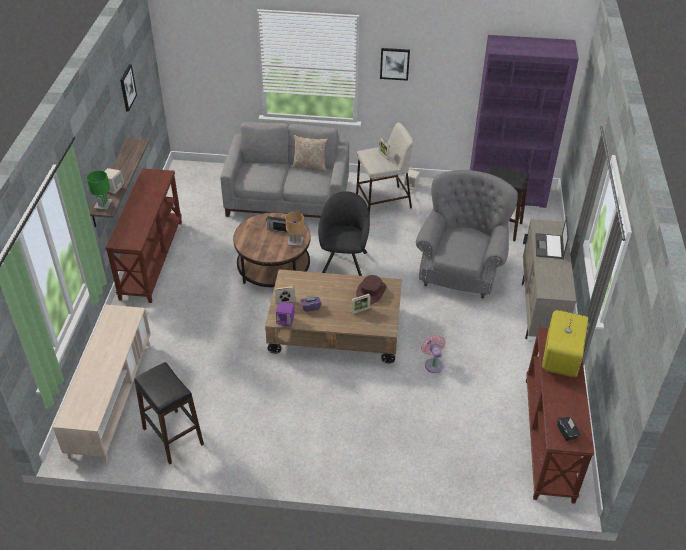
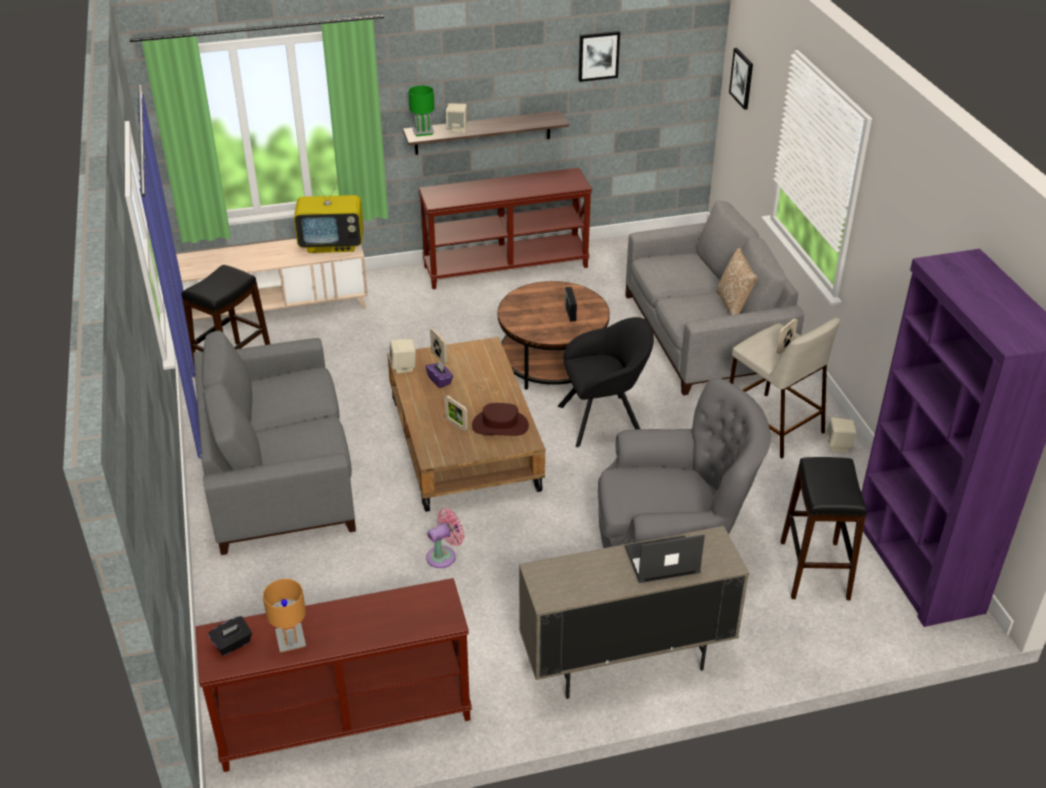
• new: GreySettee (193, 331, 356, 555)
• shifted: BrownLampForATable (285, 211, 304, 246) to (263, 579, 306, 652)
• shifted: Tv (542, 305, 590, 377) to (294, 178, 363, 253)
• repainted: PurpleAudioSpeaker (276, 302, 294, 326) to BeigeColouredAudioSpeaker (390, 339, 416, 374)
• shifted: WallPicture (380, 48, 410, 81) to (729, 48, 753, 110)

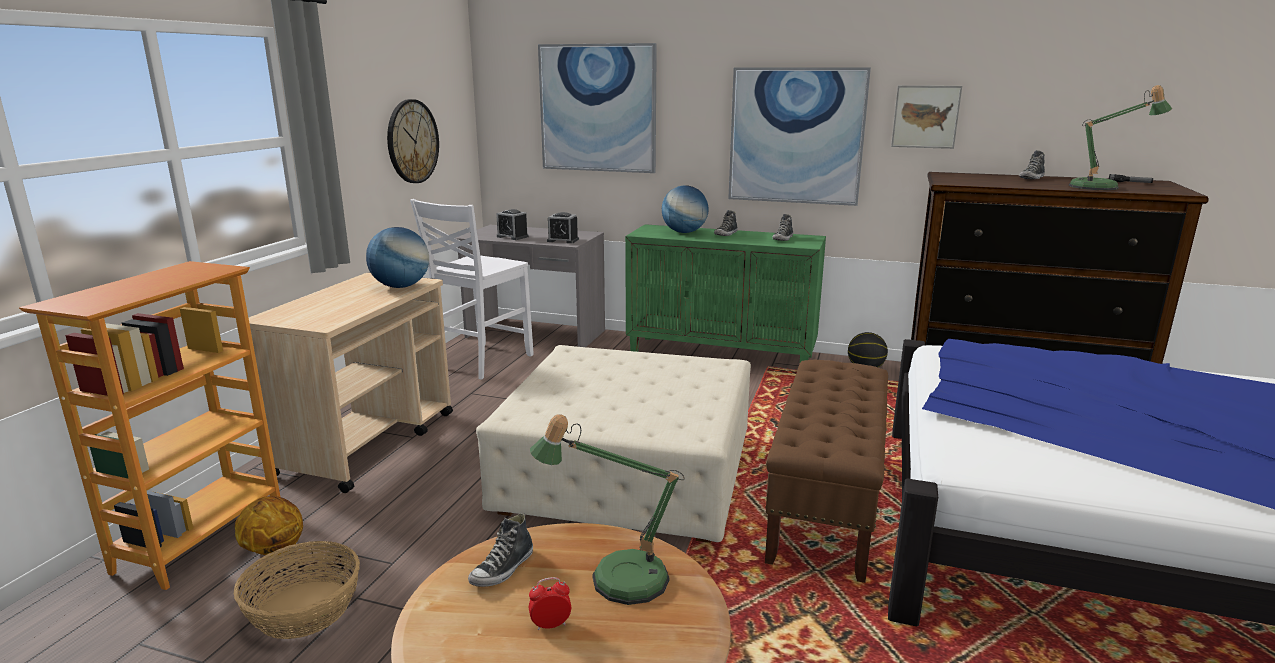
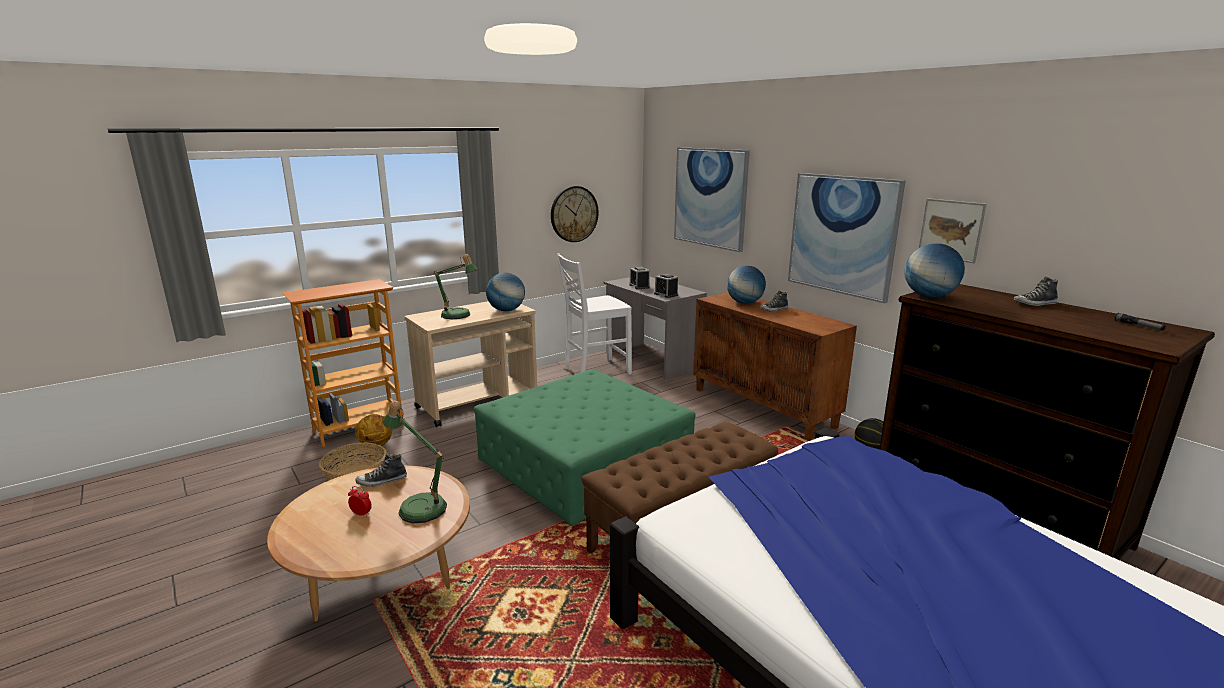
• shifted: LampForATable (1069, 85, 1172, 190) to (434, 254, 478, 319)
• repainted: BeigeColouredPouffe (476, 345, 751, 543) to GreenColouredPouffe (474, 369, 696, 526)
• repainted: GreenColouredCabinet (625, 224, 826, 362) to BrownCabinet (693, 292, 857, 441)
• new: DeskGlobe (904, 243, 965, 298)
• gone: ItemOfFootwear (772, 214, 793, 241)

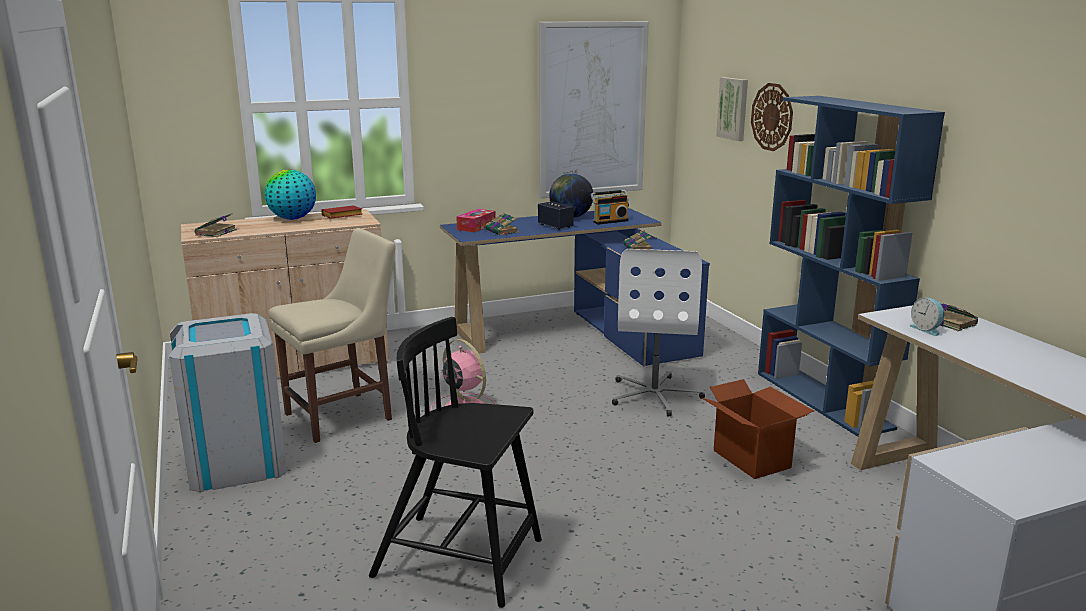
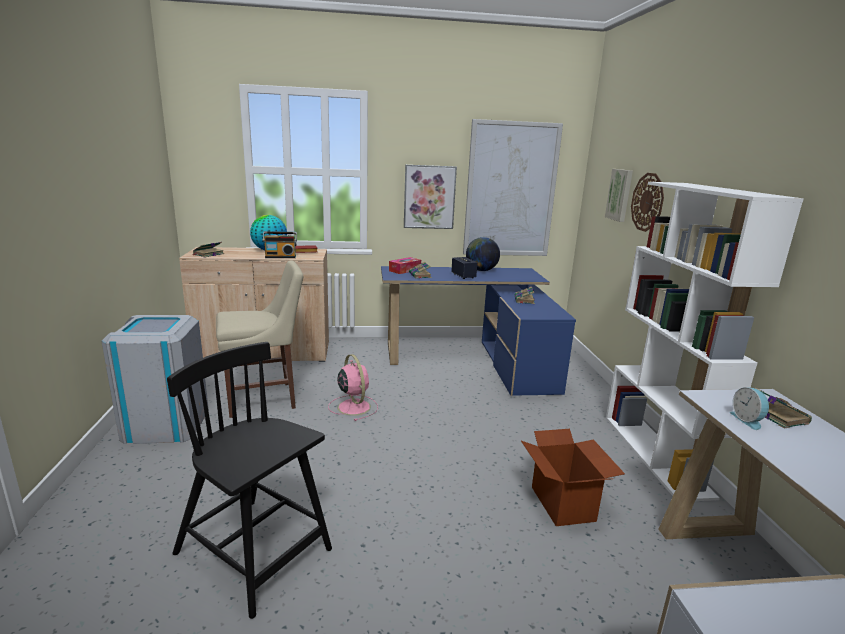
• shifted: RadioReceiver (591, 190, 629, 225) to (263, 231, 297, 258)
• new: WallPicture (404, 165, 457, 229)
• repainted: BluishBookcase (758, 96, 945, 437) to WhitishBookcase (606, 182, 804, 501)
• gone: WhitishOfficeChair (612, 249, 705, 417)

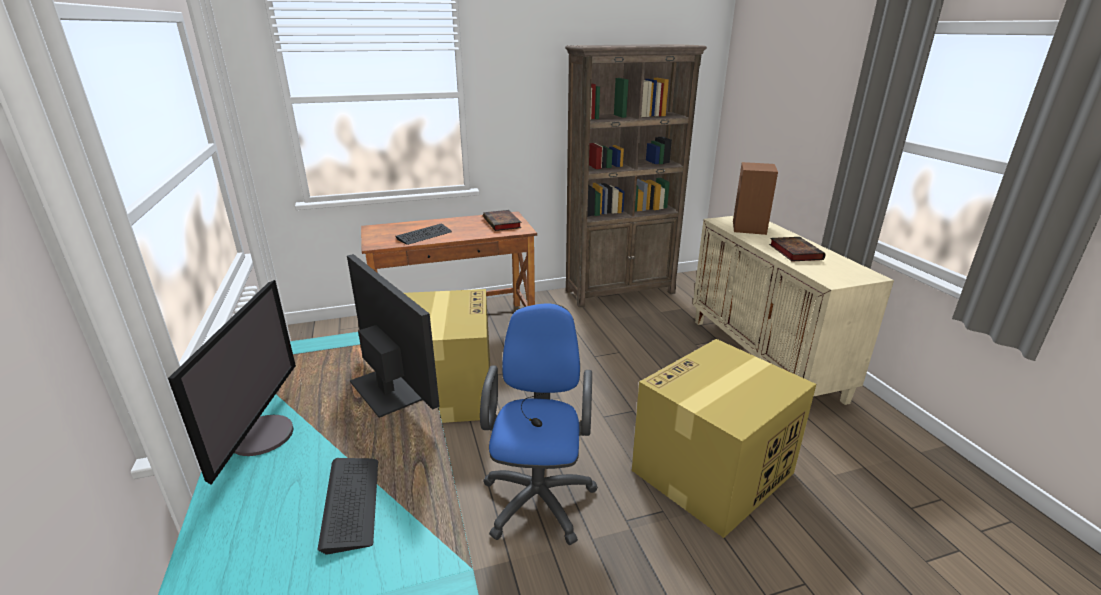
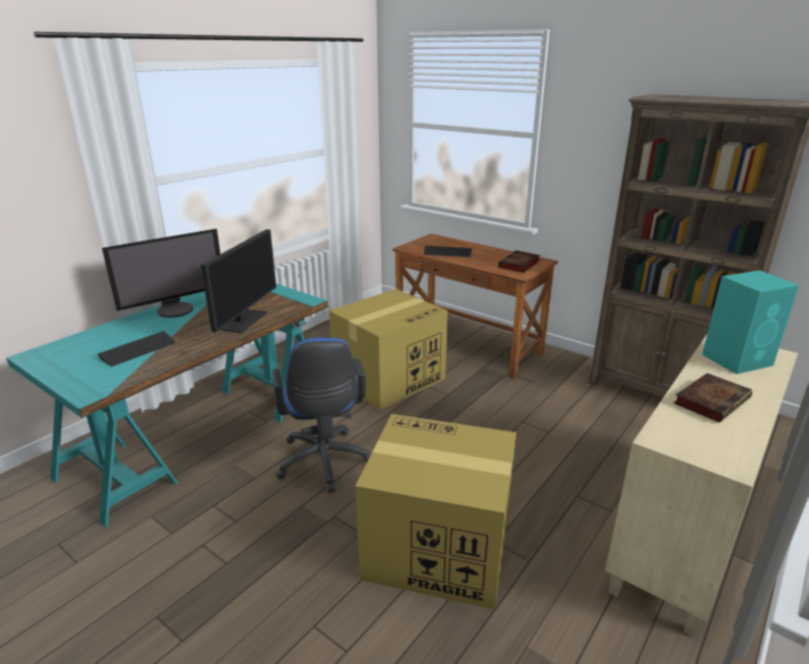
• rotated: BluishOfficeChair (480, 303, 598, 545) = (272, 338, 371, 493) 105 degrees clockwise
• repainted: BrownAudioSpeaker (733, 162, 778, 235) to BlueGreenAudioSpeaker (702, 270, 799, 374)

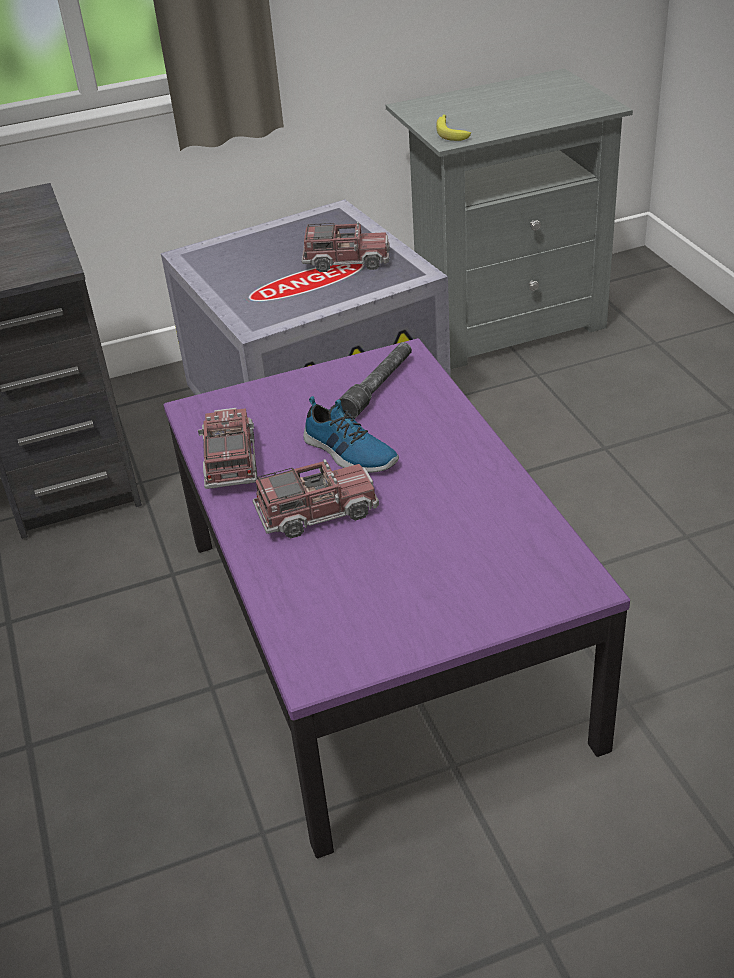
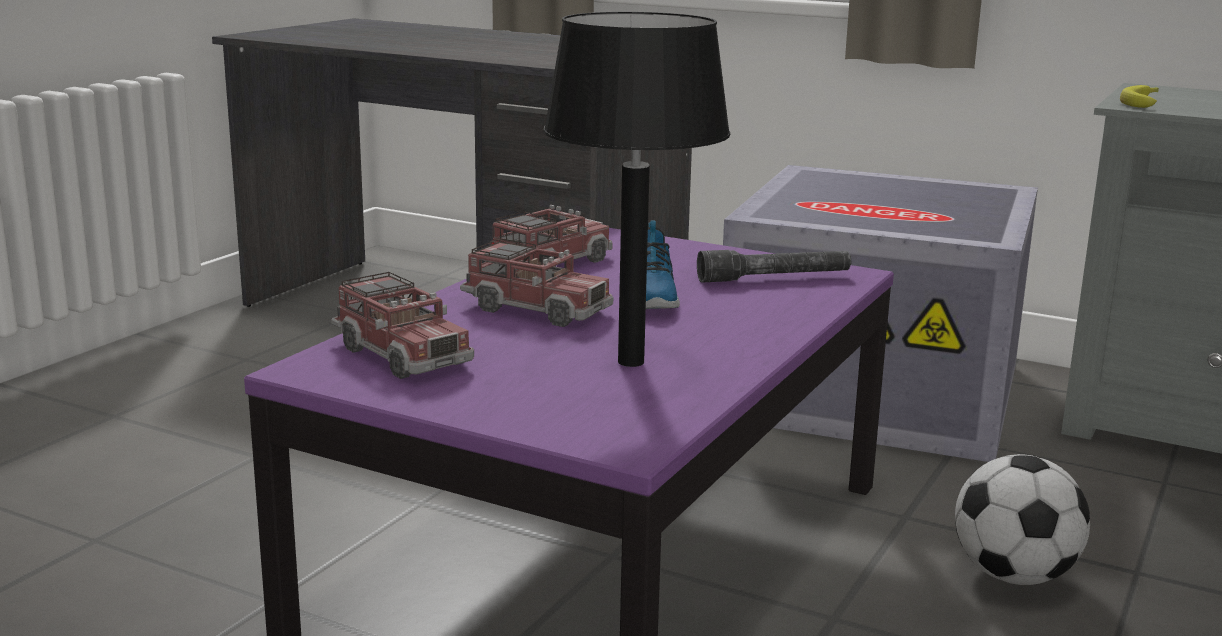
• shifted: ModelTruck (302, 222, 390, 272) to (331, 272, 474, 379)
• new: BlackishLampForATable (543, 12, 730, 367)
• new: FootballBall (955, 454, 1090, 585)

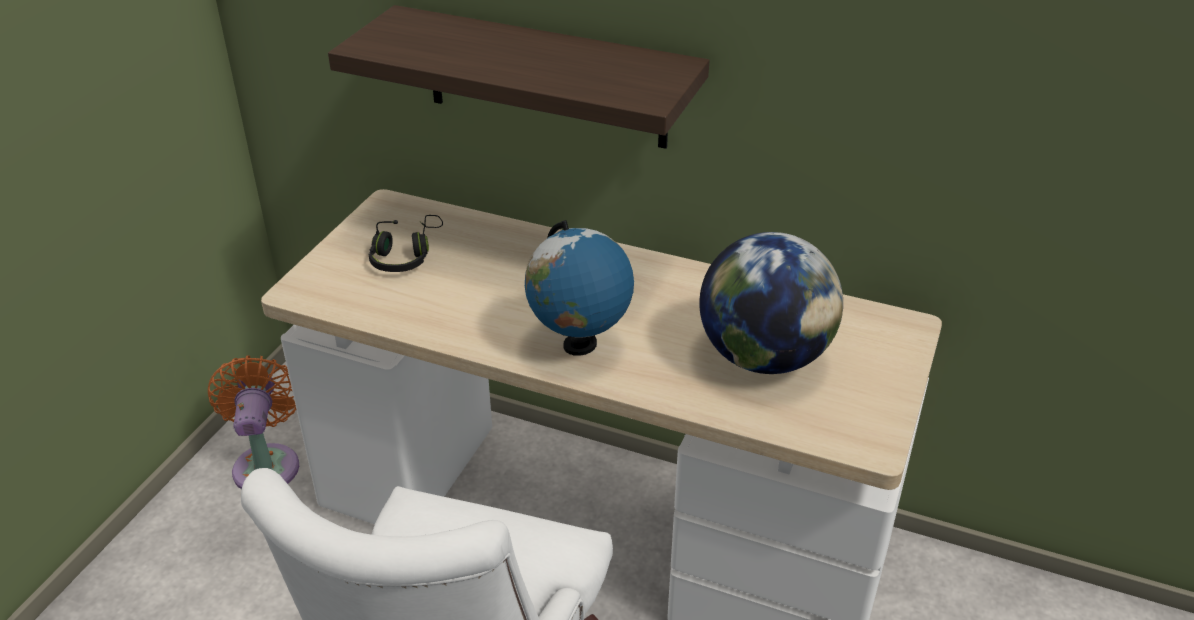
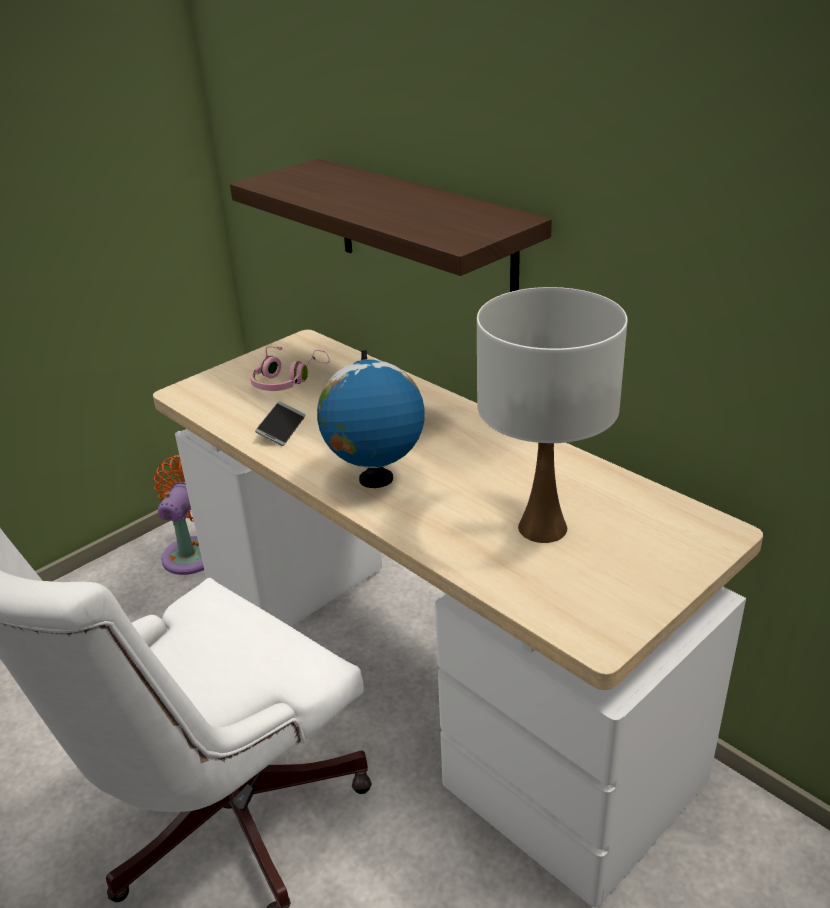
• repainted: BlackishHeadphones (368, 215, 443, 272) to PinkishHeadphones (250, 346, 330, 391)
• new: Telephone (255, 401, 306, 446)
• swapped: DeskGlobe (699, 232, 843, 374) to WhitishLampForATable (477, 287, 628, 543)

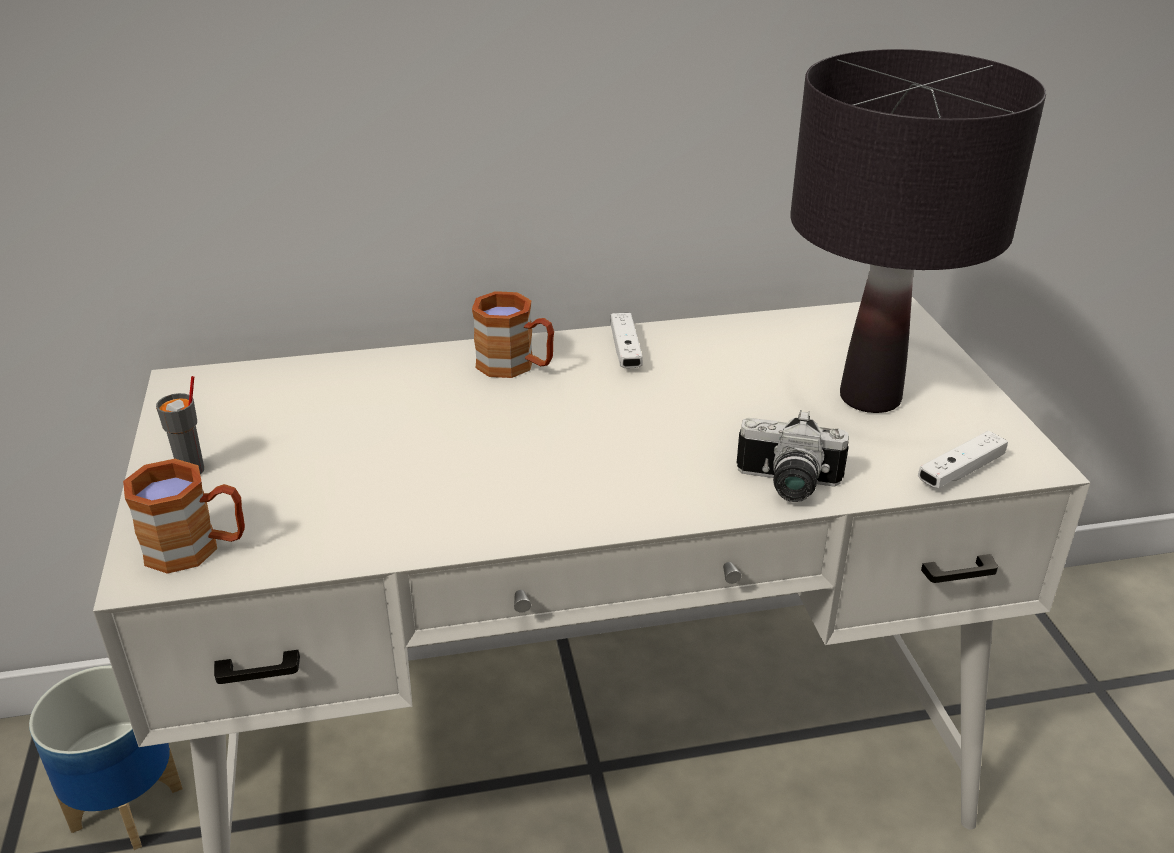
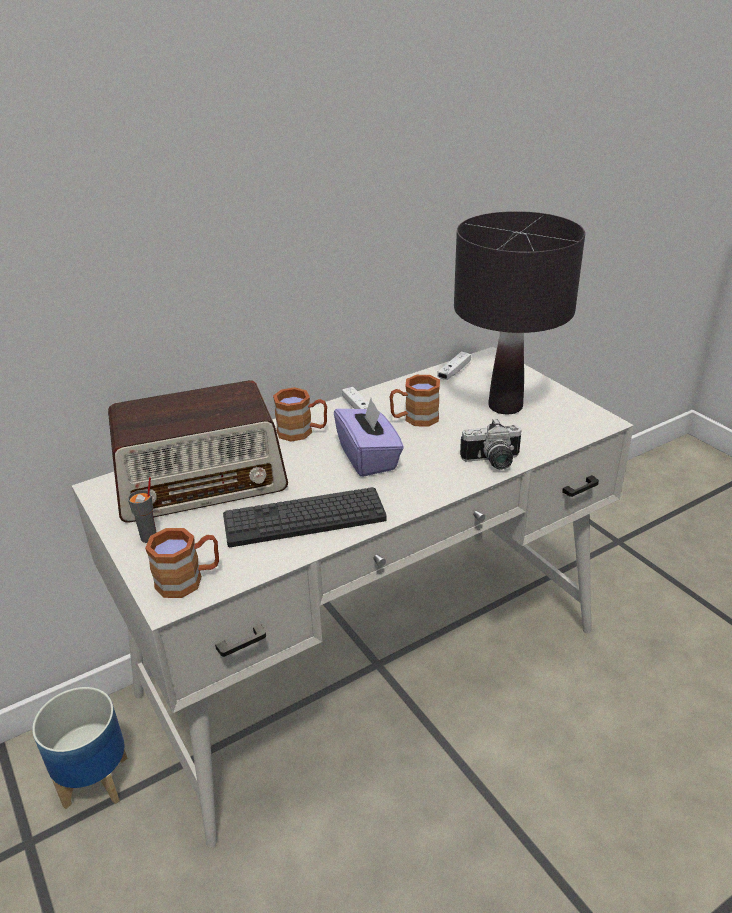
• new: RadioReceiver (108, 380, 288, 522)
• new: PcKeyboard (223, 487, 387, 547)
• new: PurpleTissueHolder (334, 398, 404, 477)
• new: BrownMug (390, 375, 440, 427)
• shifted: WhitishGameController (918, 431, 1008, 488) to (437, 352, 471, 380)

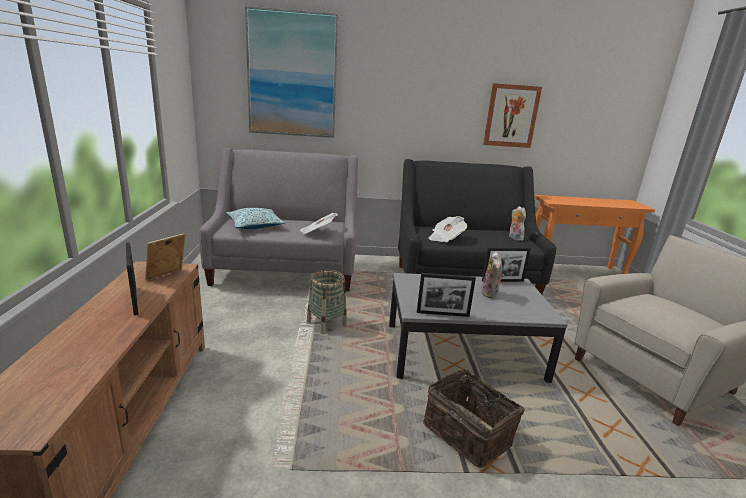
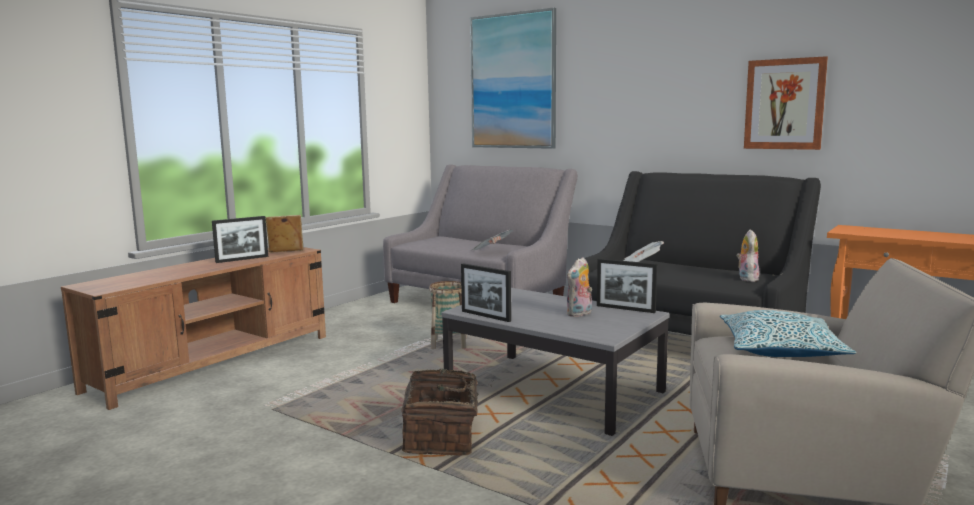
• rotated: StandingFrame (126, 242, 138, 315) = (212, 216, 268, 263) 135 degrees counterclockwise
• shifted: Pillow (226, 208, 286, 229) to (720, 310, 857, 357)

